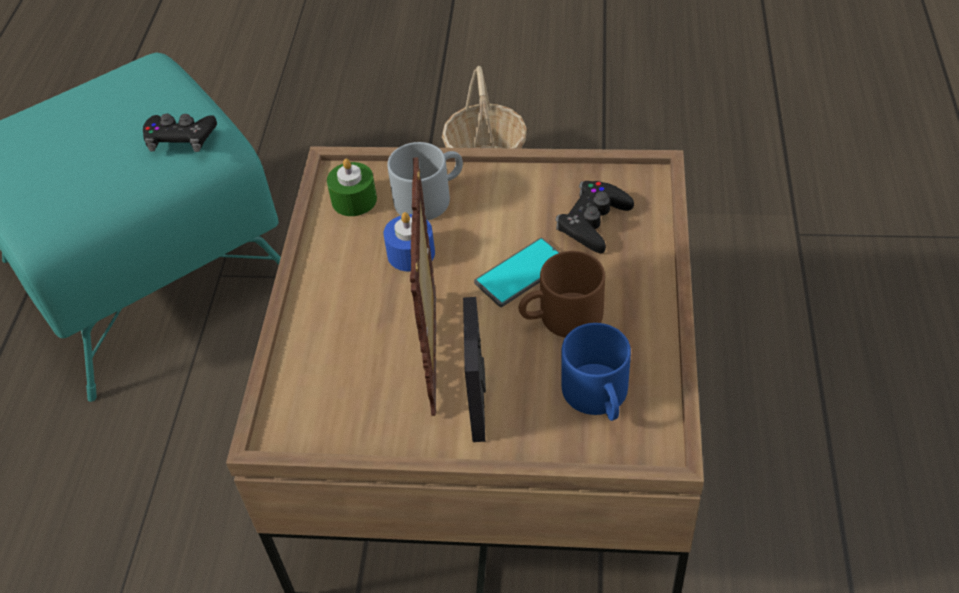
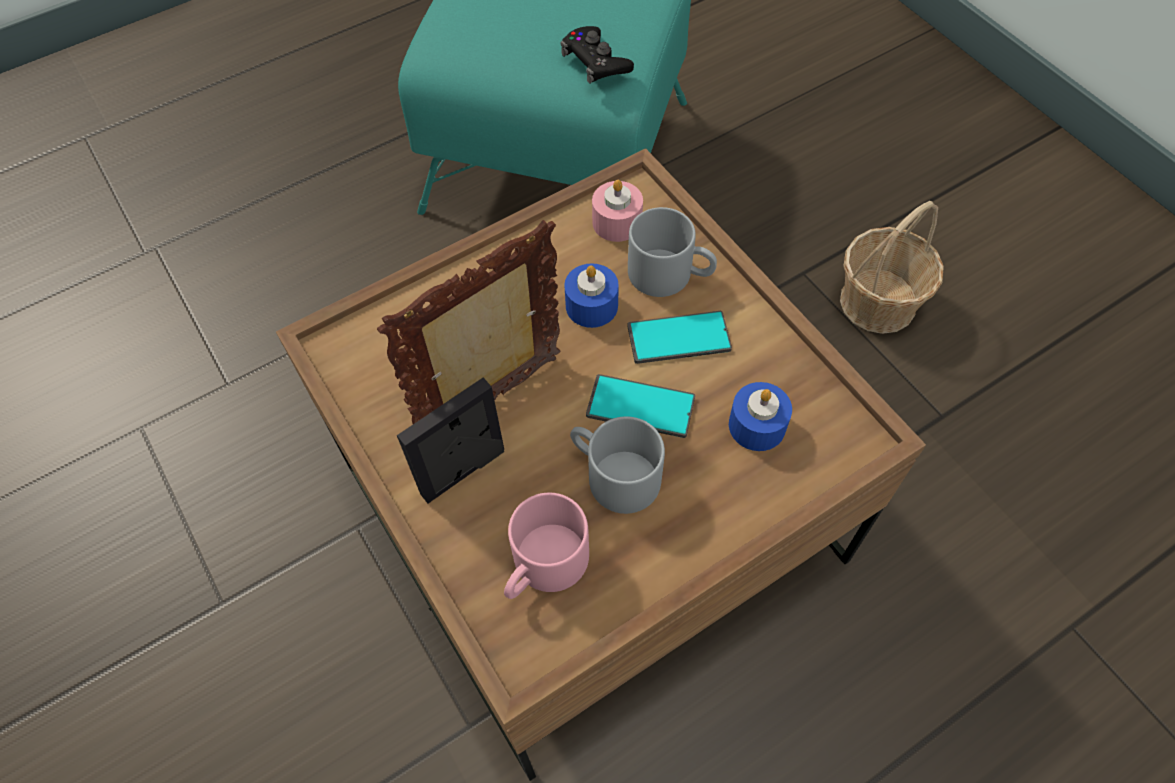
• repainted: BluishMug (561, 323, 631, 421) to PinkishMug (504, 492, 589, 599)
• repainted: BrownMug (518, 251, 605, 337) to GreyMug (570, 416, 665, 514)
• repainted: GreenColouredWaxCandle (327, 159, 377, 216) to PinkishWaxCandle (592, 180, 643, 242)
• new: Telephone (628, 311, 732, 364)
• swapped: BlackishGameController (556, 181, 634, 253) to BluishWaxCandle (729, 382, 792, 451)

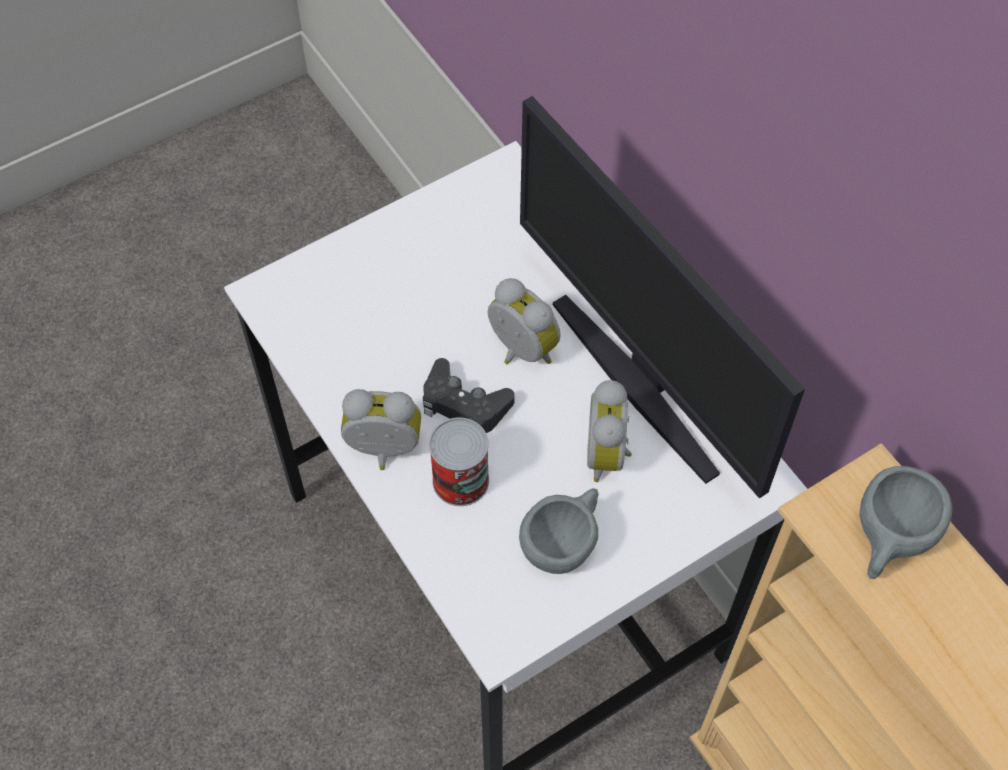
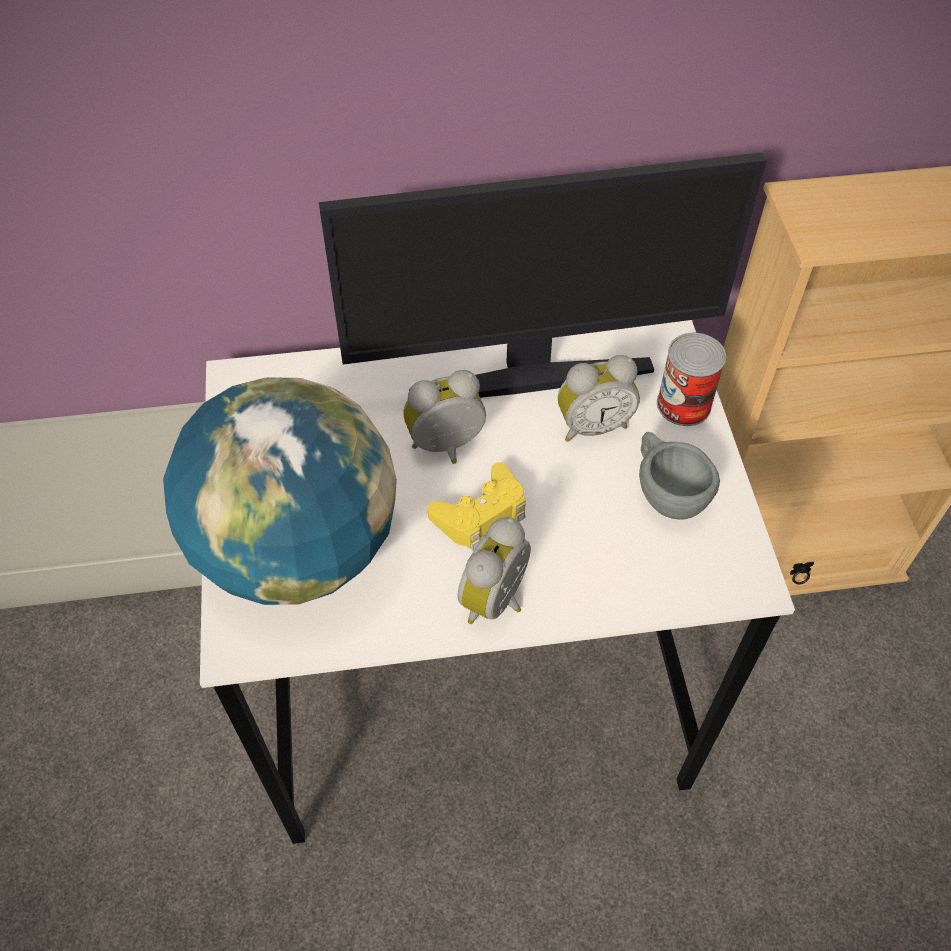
• new: DeskGlobe (163, 377, 397, 605)
• repainted: BlackishGameController (423, 358, 515, 433) to YellowColouredGameController (428, 462, 526, 551)
• rotated: AlarmClock (587, 380, 632, 482) = (558, 355, 640, 442) 45 degrees counterclockwise
• shifted: SealedCan (429, 417, 489, 506) to (657, 333, 726, 426)
• gone: GreyCup (860, 466, 952, 579)

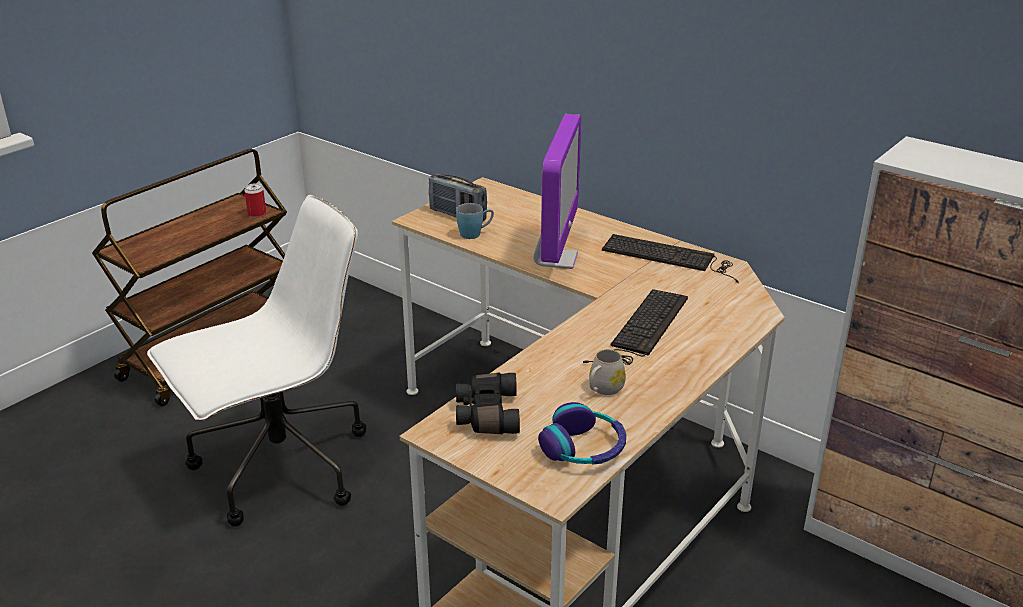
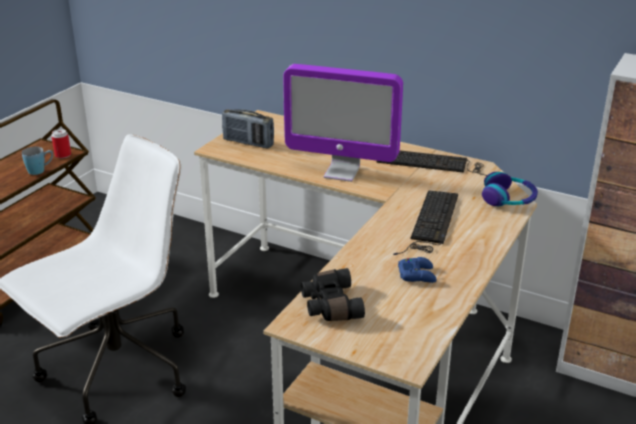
• shifted: BluishMug (456, 203, 494, 239) to (22, 147, 53, 175)
• rotated: Monitor (533, 114, 581, 269) = (283, 64, 403, 182) 105 degrees clockwise
• swapped: WhitishMug (589, 349, 626, 395) to BluishGameController (398, 257, 437, 283)
• shifted: Headphones (538, 402, 626, 465) to (482, 172, 538, 206)

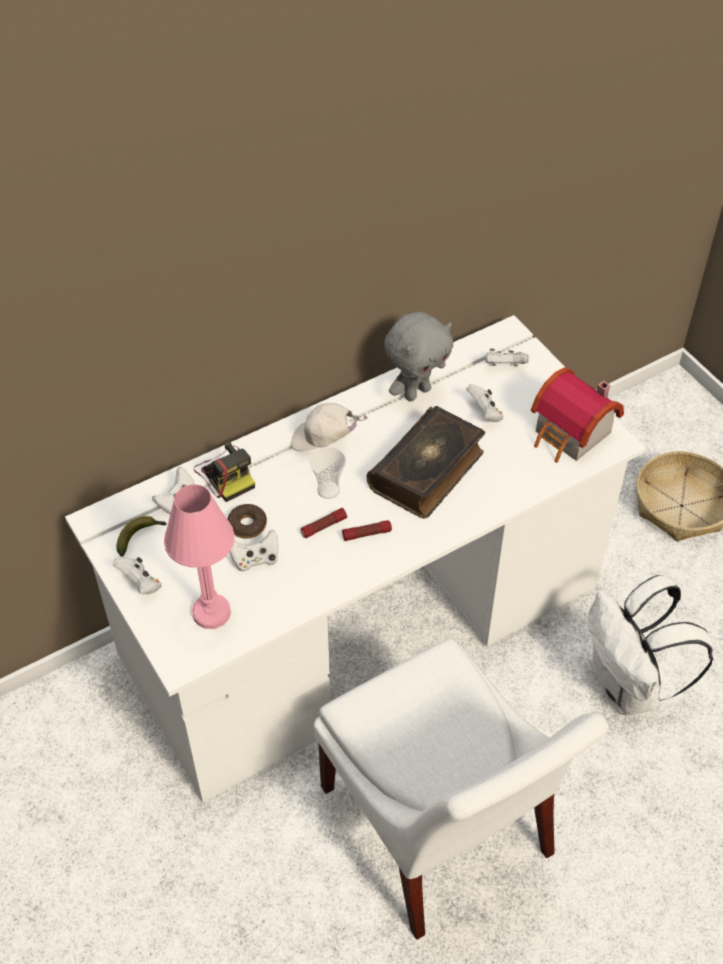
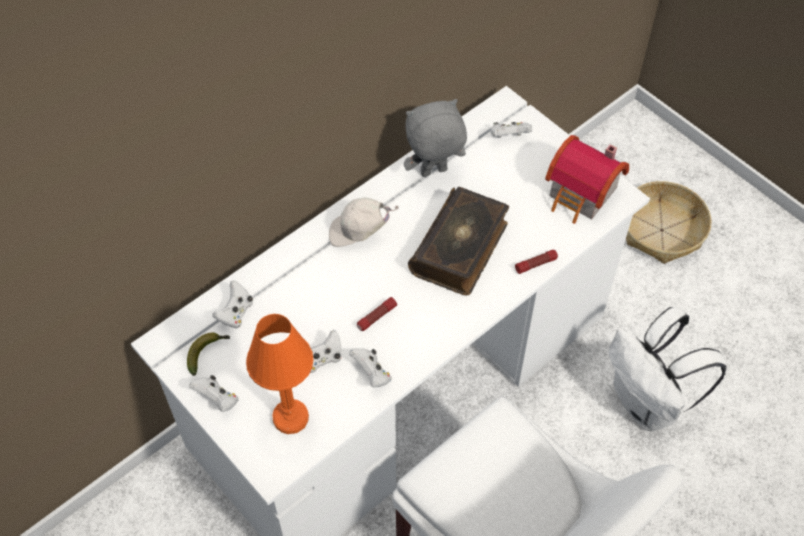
• repainted: PinkishLampForATable (164, 484, 235, 629) to OrangeColouredLampForATable (246, 314, 314, 434)
• shifted: WhitishGameController (466, 384, 503, 422) to (349, 348, 391, 388)
• rotated: GreySoftToy (384, 312, 453, 401) = (404, 99, 467, 177) 150 degrees counterclockwise
• shifted: Flashlight (342, 520, 392, 541) to (515, 250, 558, 274)
• gone: StillCamera (194, 441, 255, 502)
• gone: Donut (227, 504, 267, 539)
• gone: Cup (309, 447, 346, 499)

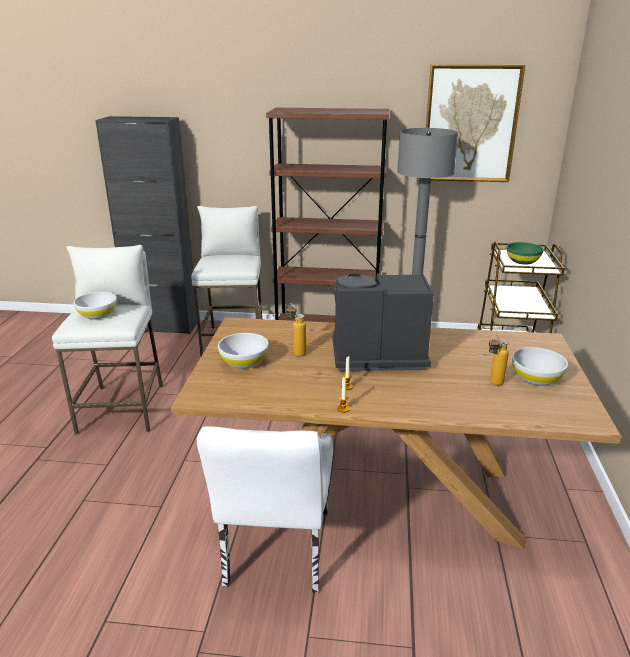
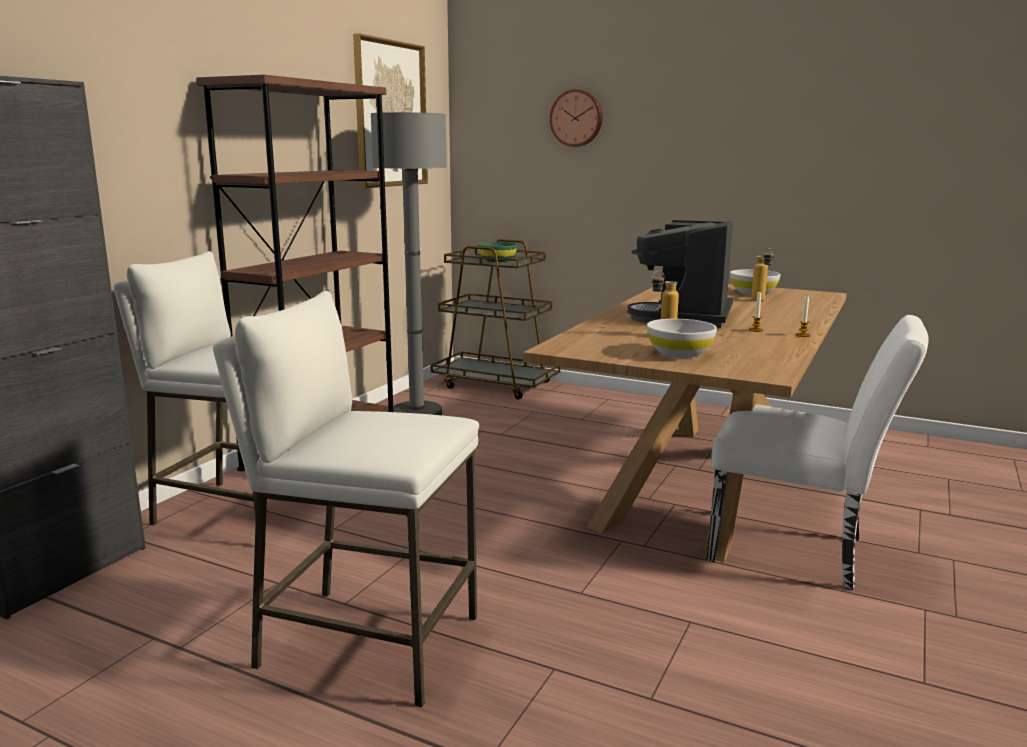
• new: HangingClock (549, 89, 602, 147)
• gone: WhitishDeepDish (73, 292, 117, 320)

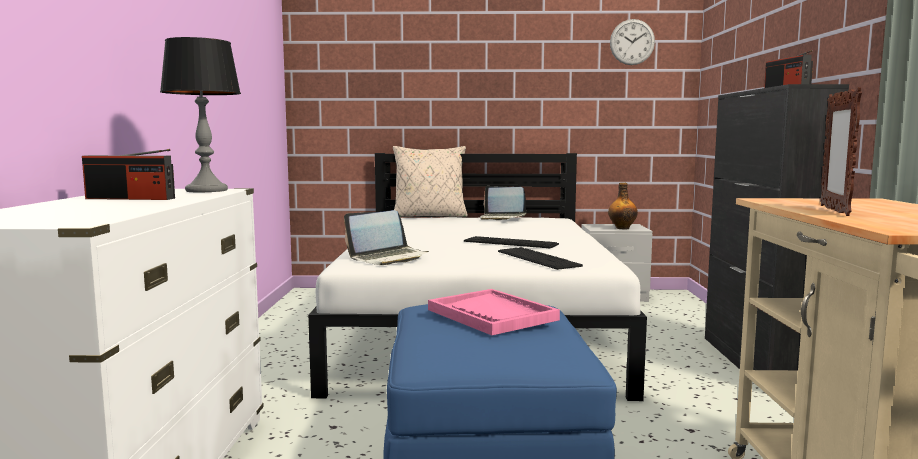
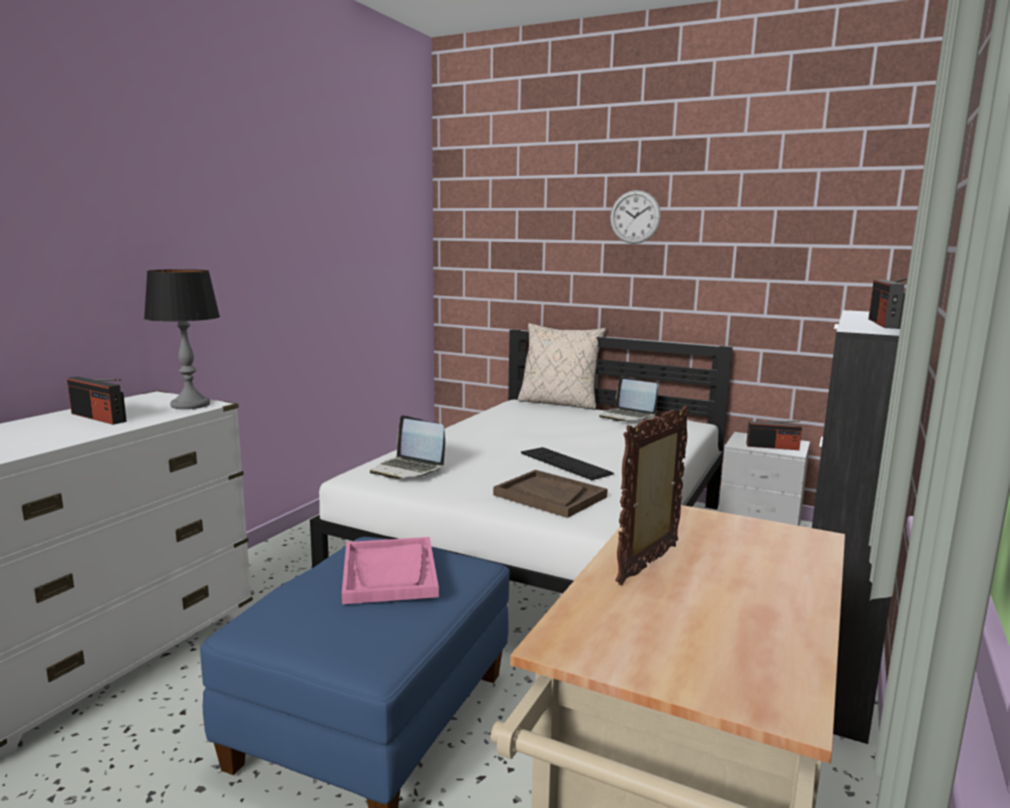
• rotated: Laptop (344, 210, 429, 265) = (370, 415, 445, 479) 45 degrees clockwise
• swapped: PcKeyboard (498, 247, 583, 270) to BrownCarryingTray (493, 470, 608, 518)
• shifted: HangingClock (610, 19, 655, 65) to (610, 190, 661, 244)
• swapped: Bottle (608, 183, 638, 229) to RadioReceiver (746, 421, 802, 450)

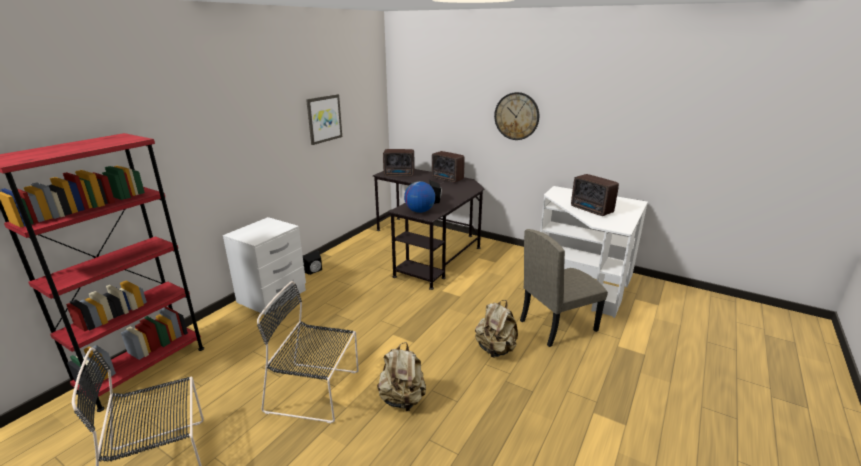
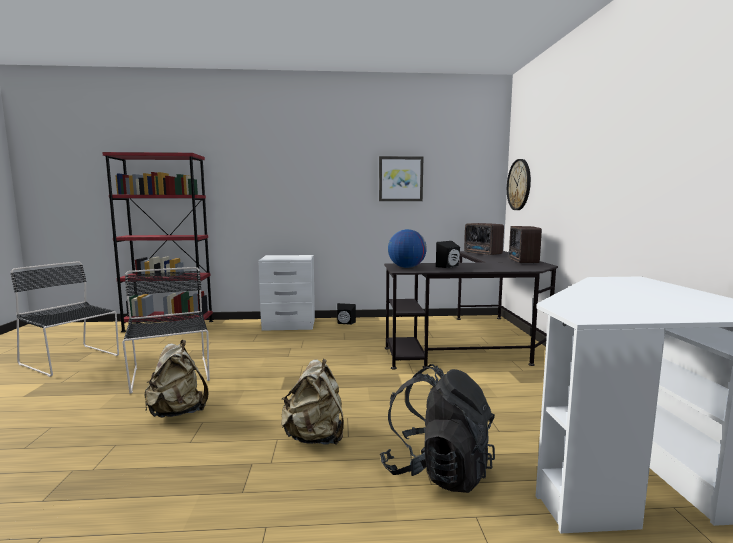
• swapped: BeigeColouredPlainChair (520, 229, 608, 347) to BlackishBackpack (380, 364, 495, 493)
• shifted: HangingClock (494, 92, 539, 140) to (507, 159, 531, 210)
• gone: RadioReceiver (571, 174, 619, 216)

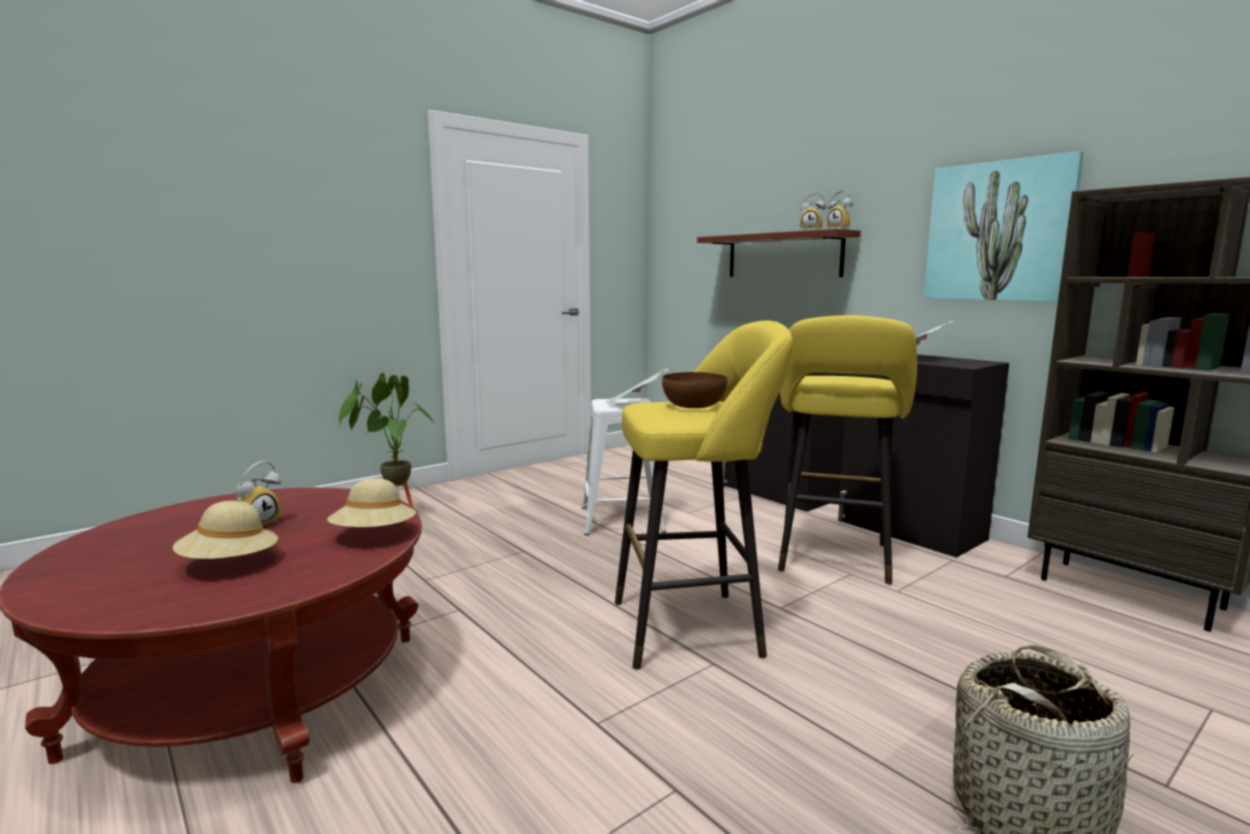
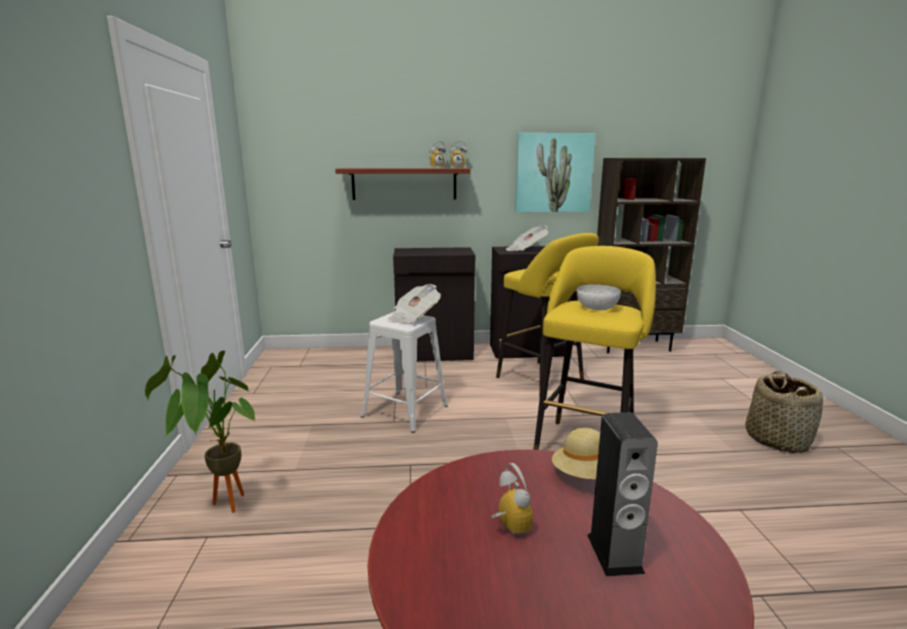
• repainted: BrownDeepDish (662, 372, 727, 408) to WhitishDeepDish (577, 284, 621, 310)
• swapped: BeigeColouredClothingHat (173, 501, 280, 559) to AudioSpeaker (587, 412, 658, 576)

